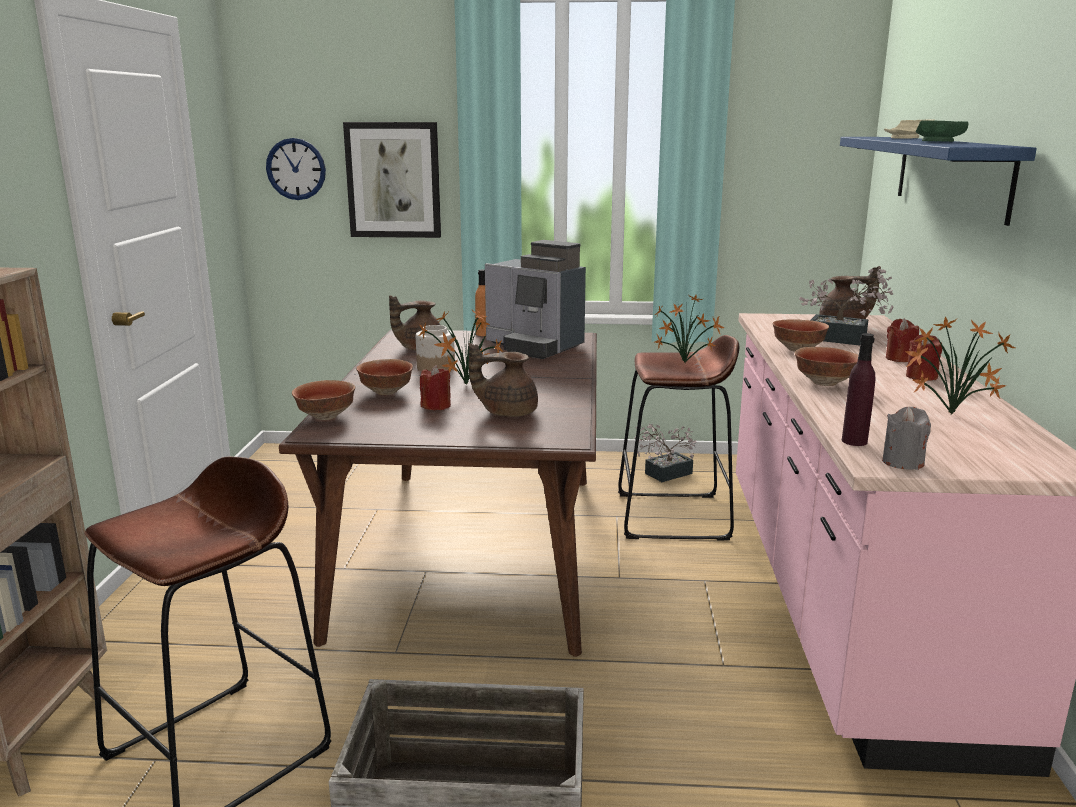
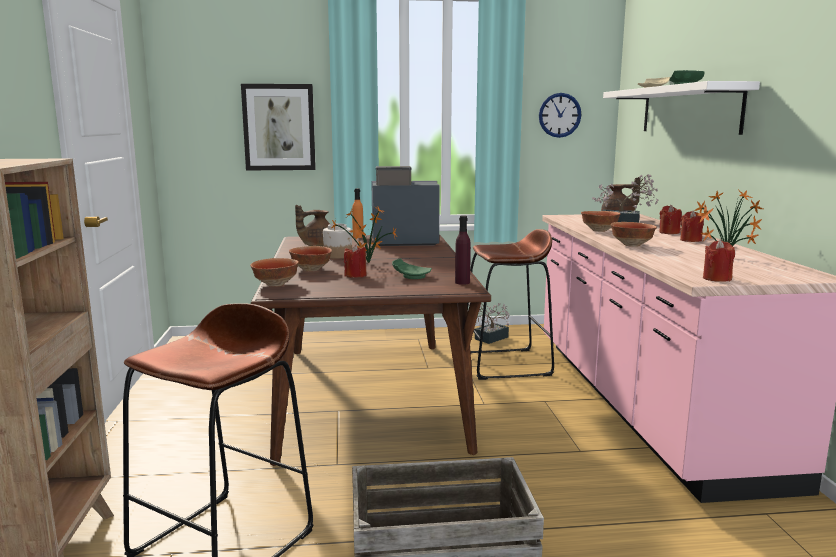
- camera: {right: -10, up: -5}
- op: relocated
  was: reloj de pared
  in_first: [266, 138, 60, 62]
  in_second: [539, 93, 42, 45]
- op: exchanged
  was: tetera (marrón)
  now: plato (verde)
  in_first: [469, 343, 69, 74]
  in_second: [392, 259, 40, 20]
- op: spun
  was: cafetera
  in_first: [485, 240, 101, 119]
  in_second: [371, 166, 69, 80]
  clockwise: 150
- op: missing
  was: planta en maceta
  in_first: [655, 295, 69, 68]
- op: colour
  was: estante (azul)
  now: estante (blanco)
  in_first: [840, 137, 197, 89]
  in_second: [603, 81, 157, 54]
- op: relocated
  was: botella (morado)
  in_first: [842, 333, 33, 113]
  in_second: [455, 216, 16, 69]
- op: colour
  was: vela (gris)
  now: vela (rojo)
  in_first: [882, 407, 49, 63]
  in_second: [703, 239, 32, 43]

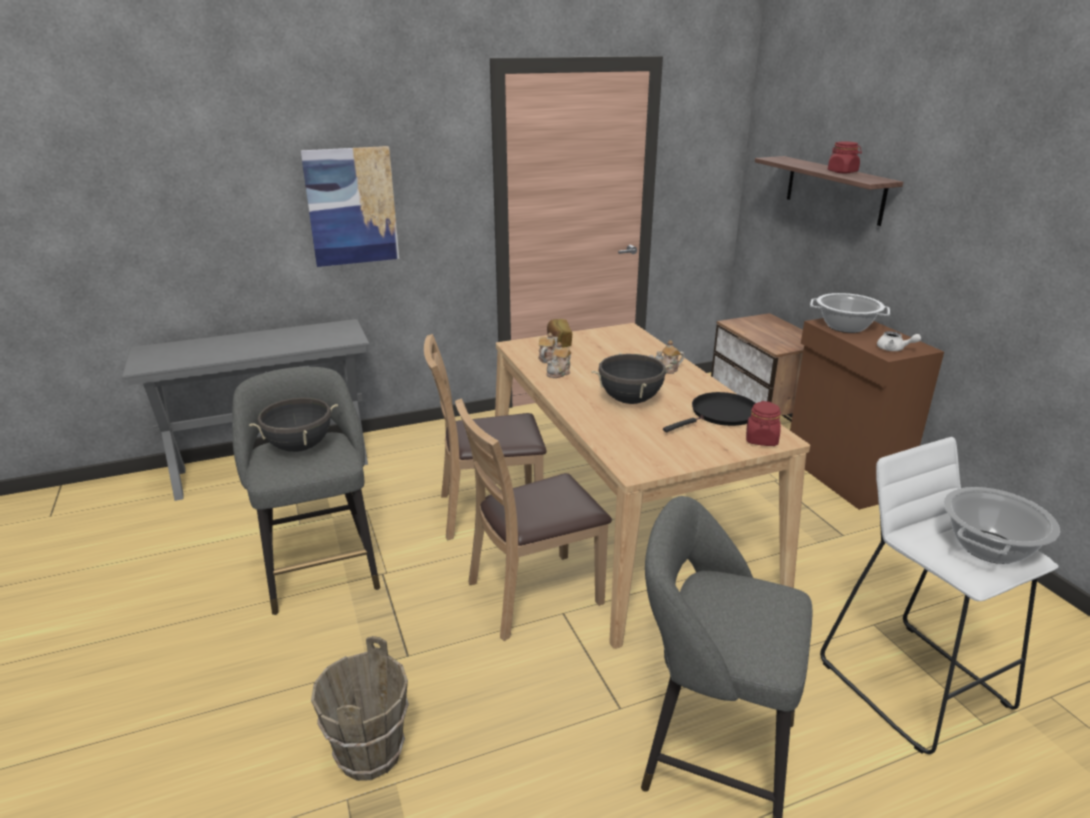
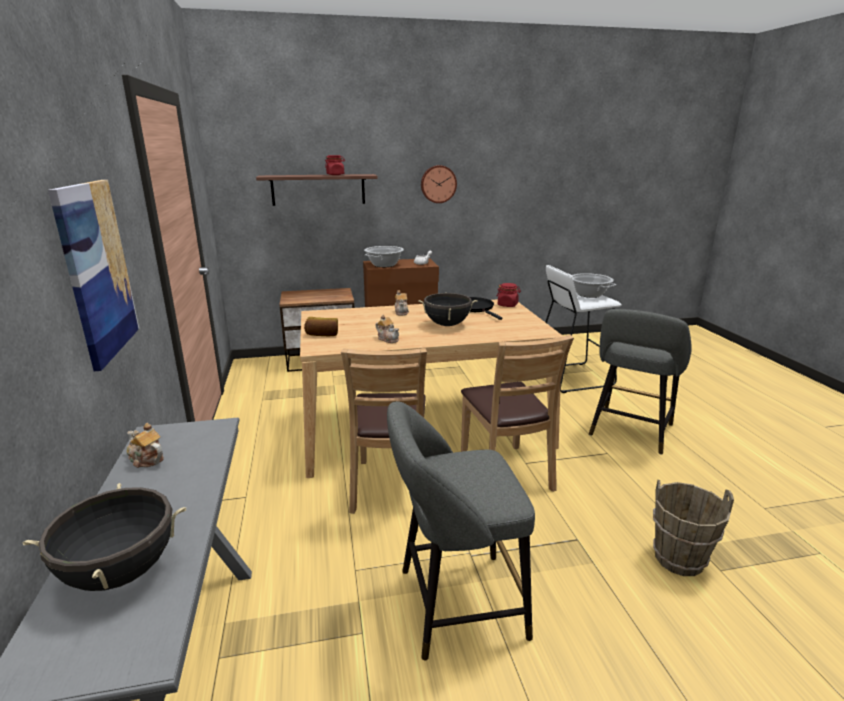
- camera: {right: -80, up: -5}
- op: relocated
  was: olla (negro)
  in_first: [249, 398, 89, 54]
  in_second: [22, 483, 164, 108]
- op: relocated
  was: tetera
  in_first: [538, 333, 20, 30]
  in_second: [127, 423, 37, 45]
- op: appeared
  now: reloj de pared
  in_second: [421, 165, 36, 38]

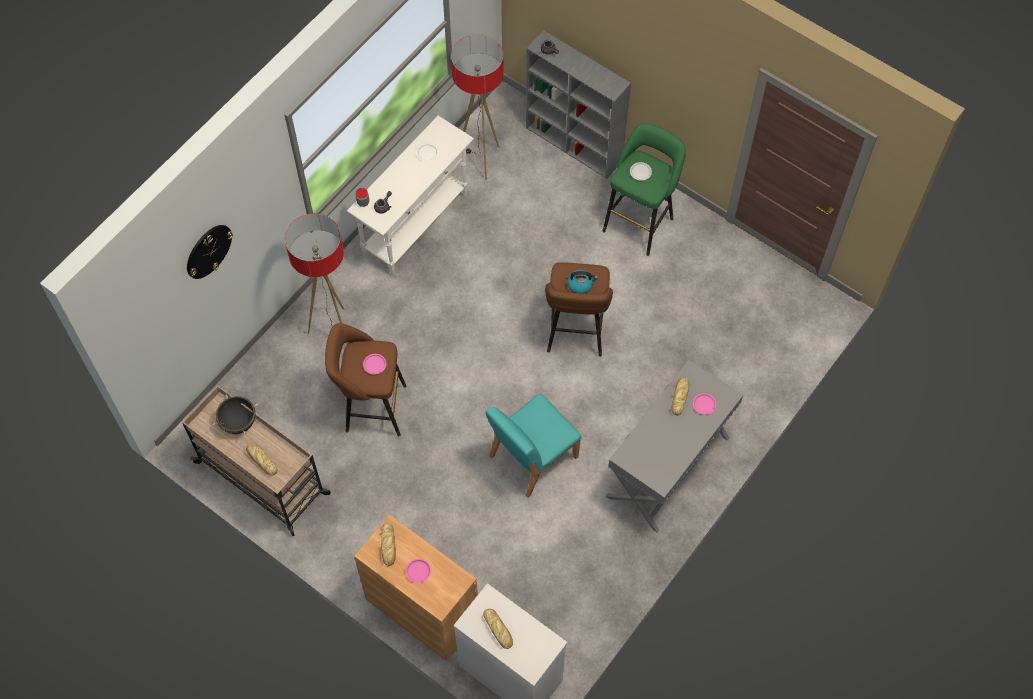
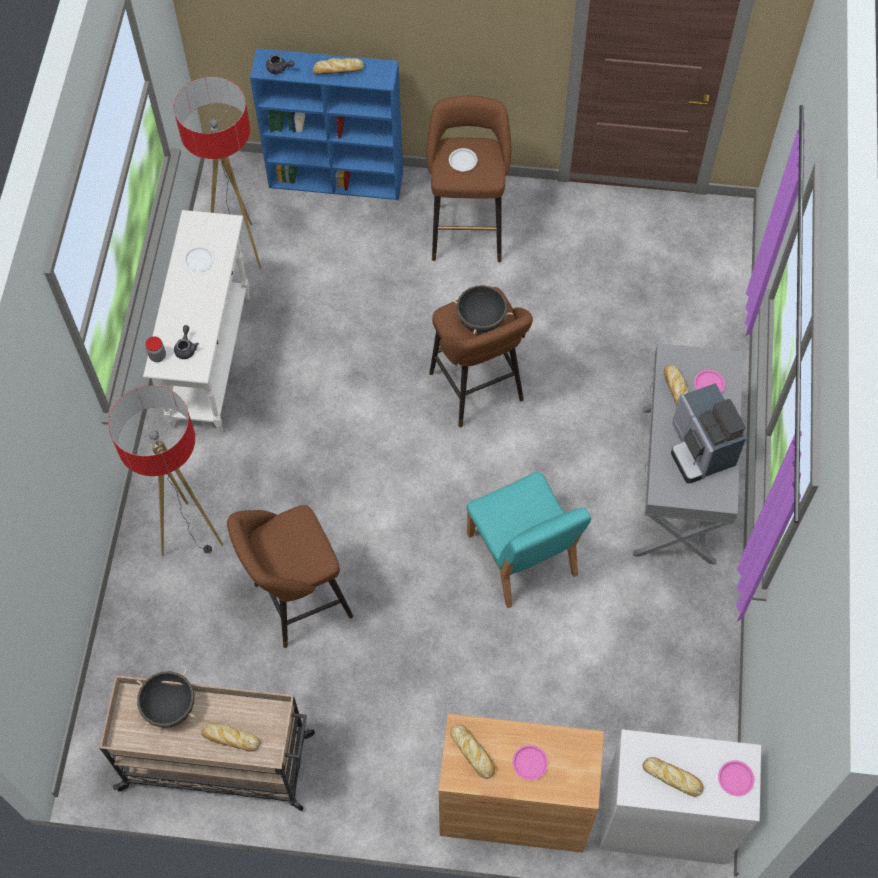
- camera: {right: -30, up: 0}
- op: missing
  was: reloj de pared
  in_first: [187, 225, 46, 54]
- op: relocated
  was: plato (rosa)
  in_first: [363, 354, 23, 20]
  in_second: [718, 760, 36, 36]
- op: spun
  was: silla (turquesa)
  in_first: [486, 394, 95, 104]
  in_second: [466, 472, 125, 136]
  clockwise: -45
- op: colour
  was: estantería (gris)
  now: estantería (azul)
  in_first: [526, 30, 105, 149]
  in_second: [250, 48, 153, 152]
- op: exchanged
  was: hervidor
  now: olla (negro)
  in_first: [567, 269, 31, 25]
  in_second: [451, 281, 62, 53]
- op: colour
  was: taburete (verde)
  now: taburete (marrón)
  in_first: [603, 123, 83, 133]
  in_second: [426, 96, 85, 166]
- op: appeared
  now: pan
  in_second: [313, 58, 51, 17]
- op: appeared
  now: cafetera
  in_second: [671, 383, 75, 100]

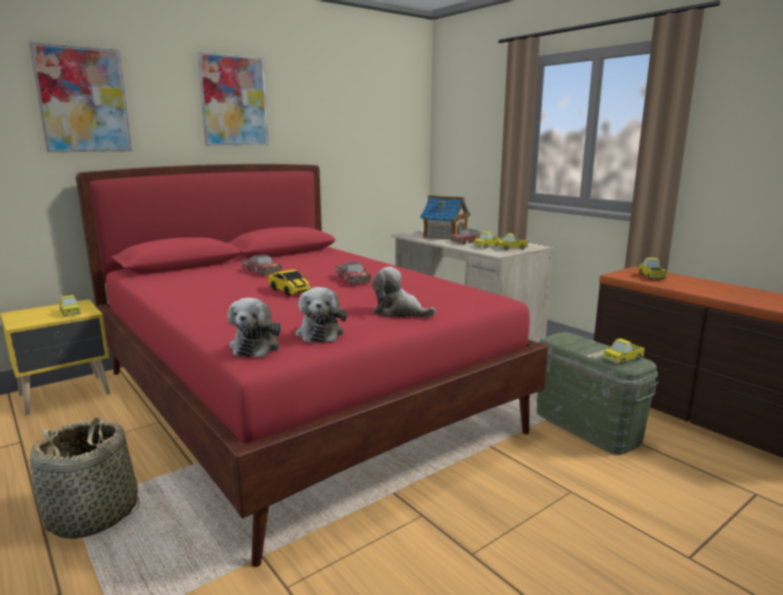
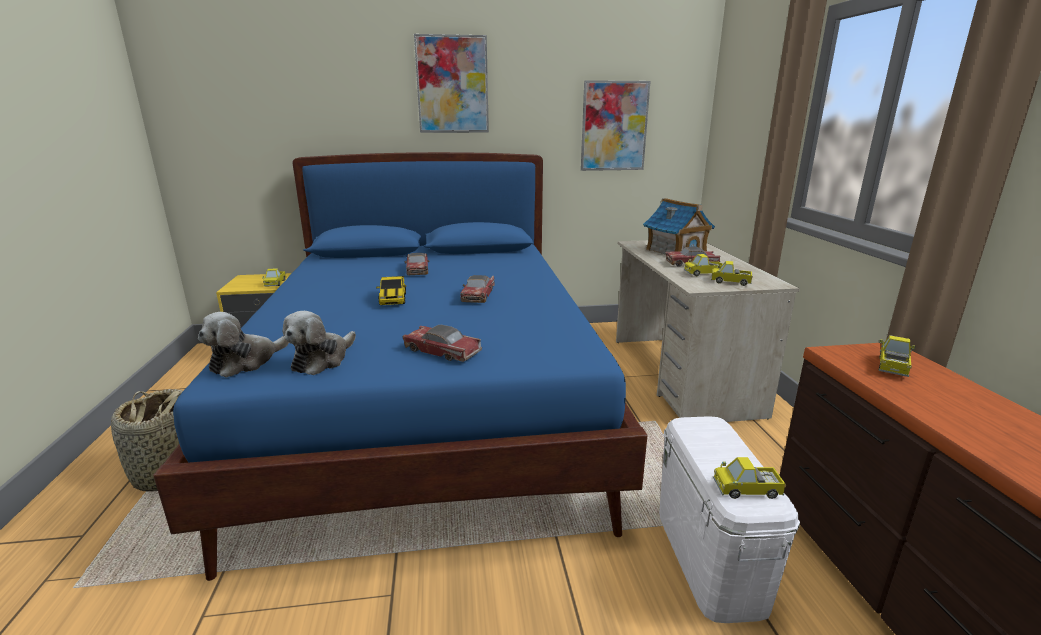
- camera: {right: 30, up: 5}
- op: relocated
  was: cuadro
  in_first: [29, 42, 103, 110]
  in_second: [581, 80, 70, 91]
- op: colour
  was: cama (rojo)
  now: cama (azul)
  in_first: [76, 164, 472, 403]
  in_second: [153, 152, 494, 429]
- op: exchanged
  was: peluche
  now: coche de juguete
  in_first: [372, 267, 64, 51]
  in_second: [402, 325, 80, 37]
- op: colour
  was: caja de almacenaje (verde)
  now: caja de almacenaje (blanco)
  in_first: [537, 332, 121, 123]
  in_second: [659, 416, 141, 207]

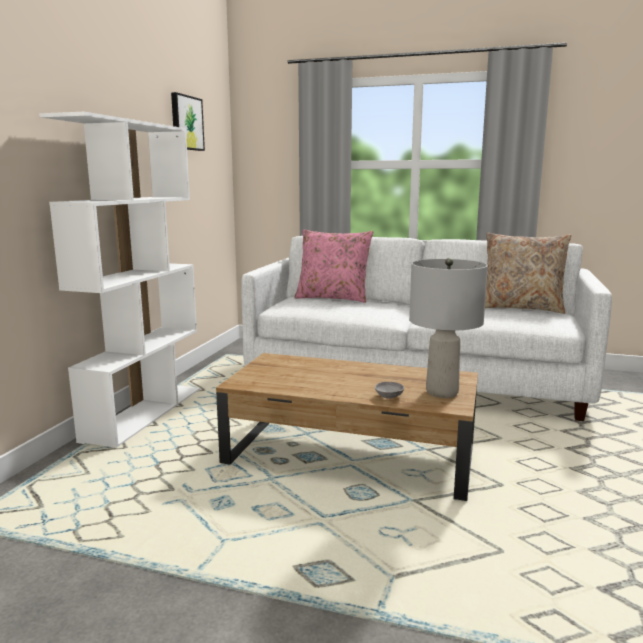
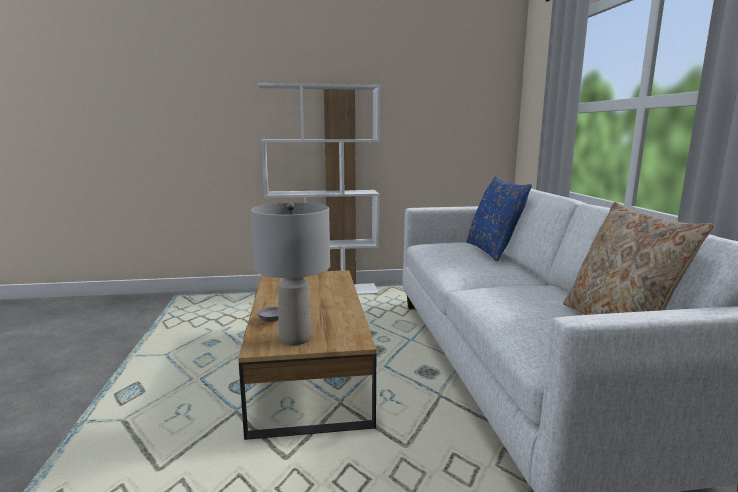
- camera: {right: 65, up: 0}
- op: missing
  was: cuadro
  in_first: [171, 92, 34, 59]
- op: colour
  was: cojín (rosa)
  now: cojín (azul)
  in_first: [294, 229, 79, 74]
  in_second: [466, 176, 66, 86]

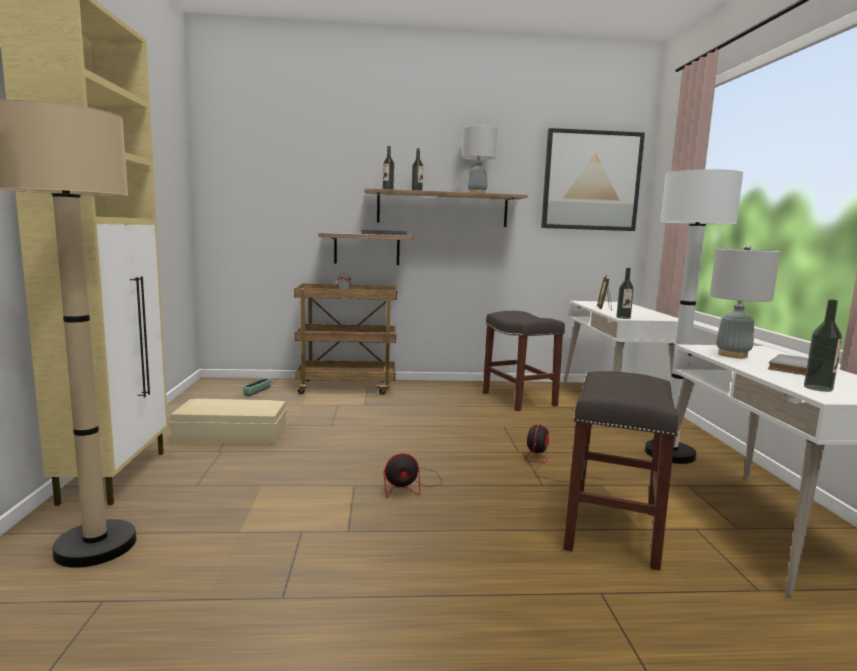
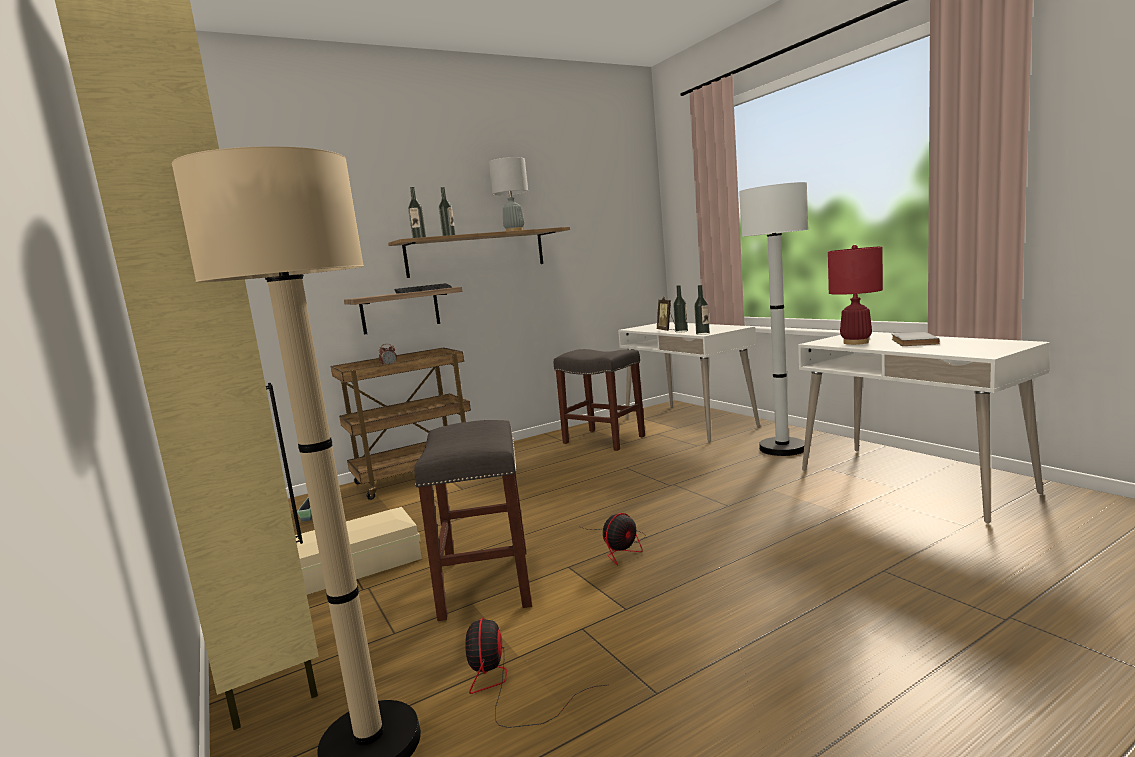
- camera: {right: -25, up: 0}
- op: relocated
  was: ventilador
  in_first: [524, 424, 81, 57]
  in_second: [465, 618, 141, 110]
- op: missing
  was: cuadro
  in_first: [541, 128, 104, 103]
- op: relocated
  was: taburete (gris)
  in_first: [563, 371, 116, 200]
  in_second: [414, 420, 118, 201]
- op: colour
  was: lámpara de mesa (gris)
  now: lámpara de mesa (rojo)
  in_first: [710, 245, 70, 113]
  in_second: [828, 245, 55, 100]
- op: relocated
  was: botella
  in_first: [804, 299, 38, 93]
  in_second: [673, 285, 15, 48]

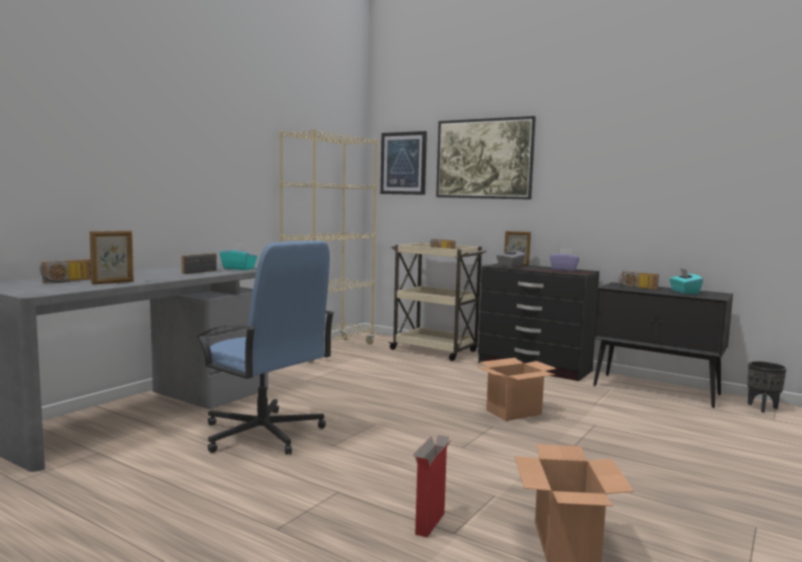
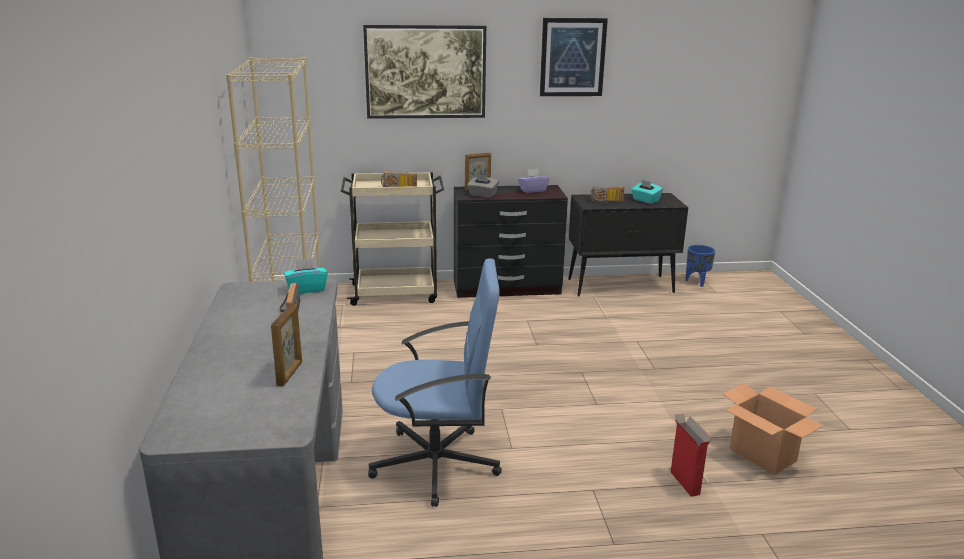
- camera: {right: -40, up: 15}
- op: missing
  was: radio
  in_first: [39, 259, 52, 24]
- op: relocated
  was: cuadro
  in_first: [380, 131, 47, 64]
  in_second: [540, 18, 68, 78]
- op: missing
  was: caja de cartón
  in_first: [477, 358, 79, 63]
- op: colour
  was: maceta (negro)
  now: maceta (azul)
  in_first: [747, 361, 40, 52]
  in_second: [685, 245, 30, 42]

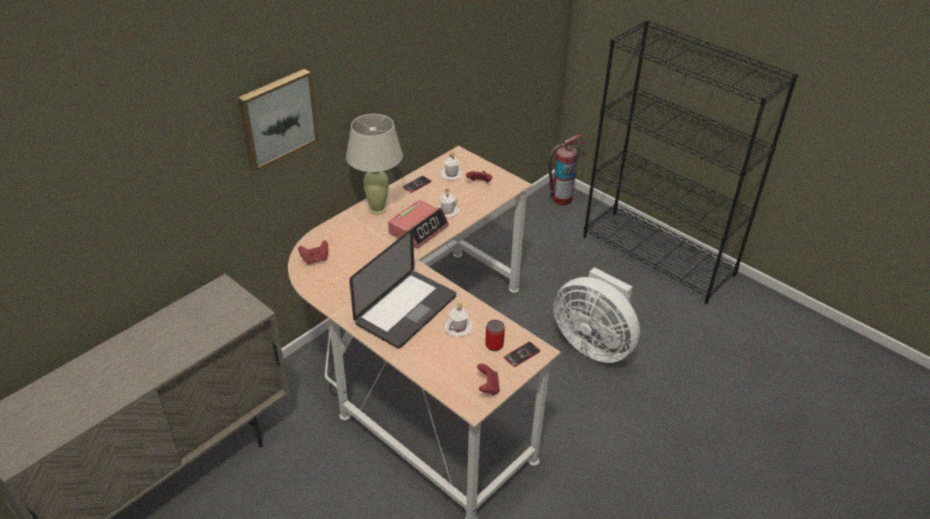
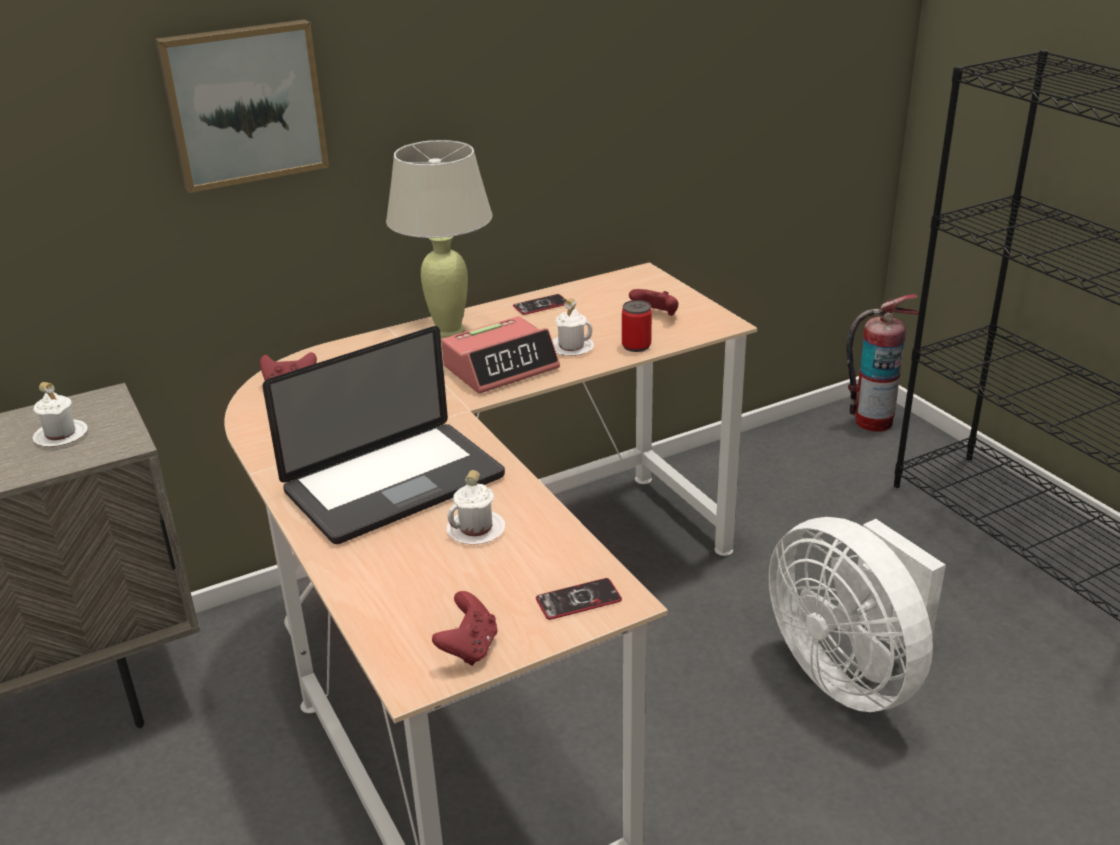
- camera: {right: 20, up: -10}
- op: relocated
  was: taza grande (blanco)
  in_first: [441, 153, 22, 27]
  in_second: [32, 382, 56, 65]
- op: relocated
  was: lata
  in_first: [485, 320, 20, 31]
  in_second: [622, 300, 30, 52]

